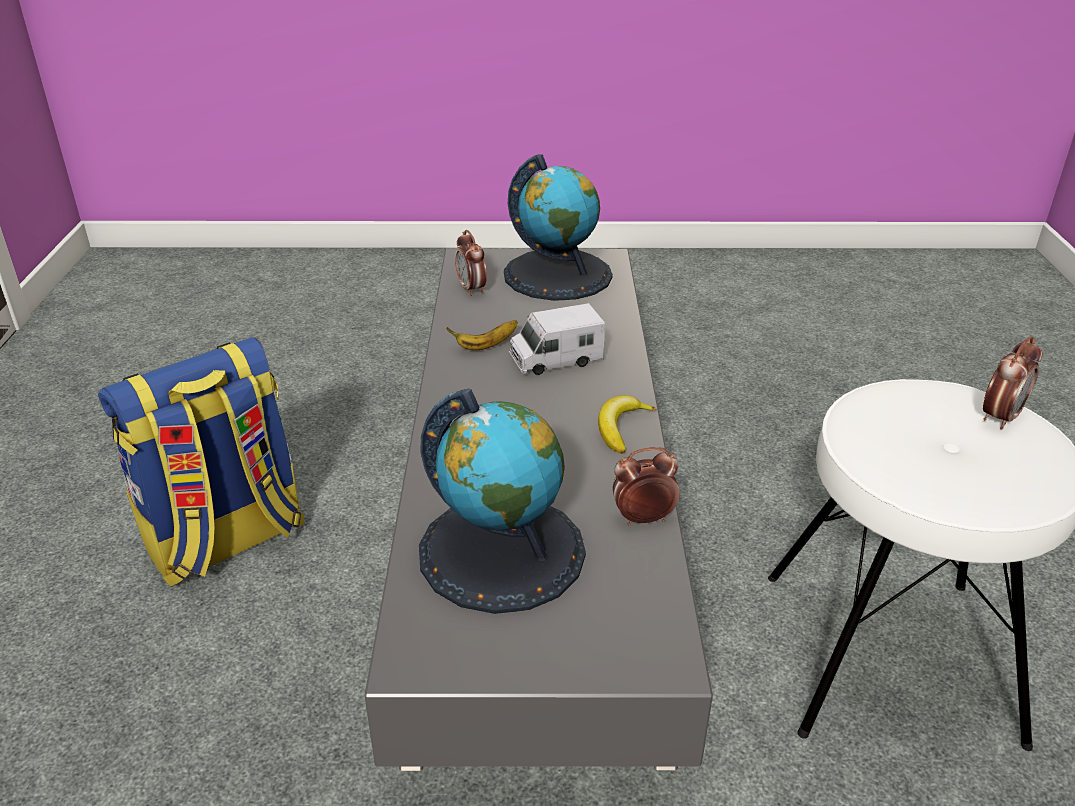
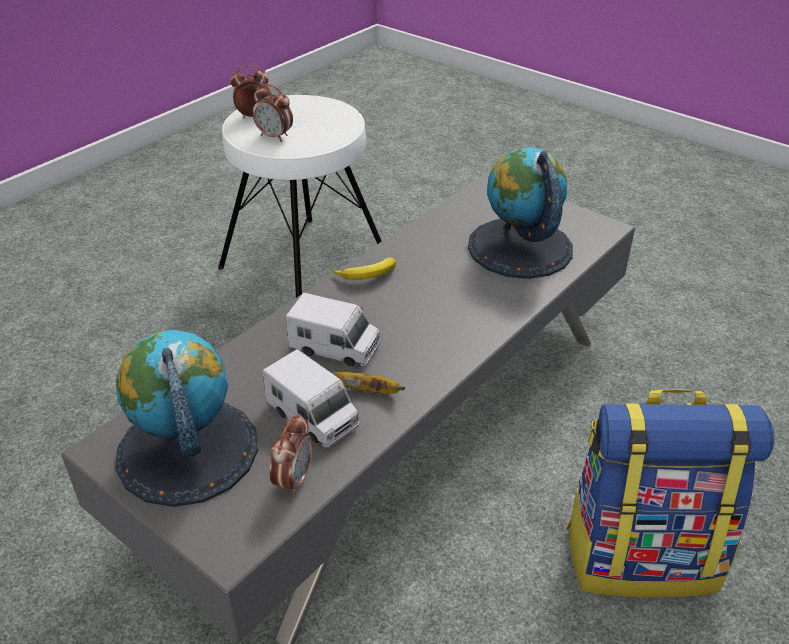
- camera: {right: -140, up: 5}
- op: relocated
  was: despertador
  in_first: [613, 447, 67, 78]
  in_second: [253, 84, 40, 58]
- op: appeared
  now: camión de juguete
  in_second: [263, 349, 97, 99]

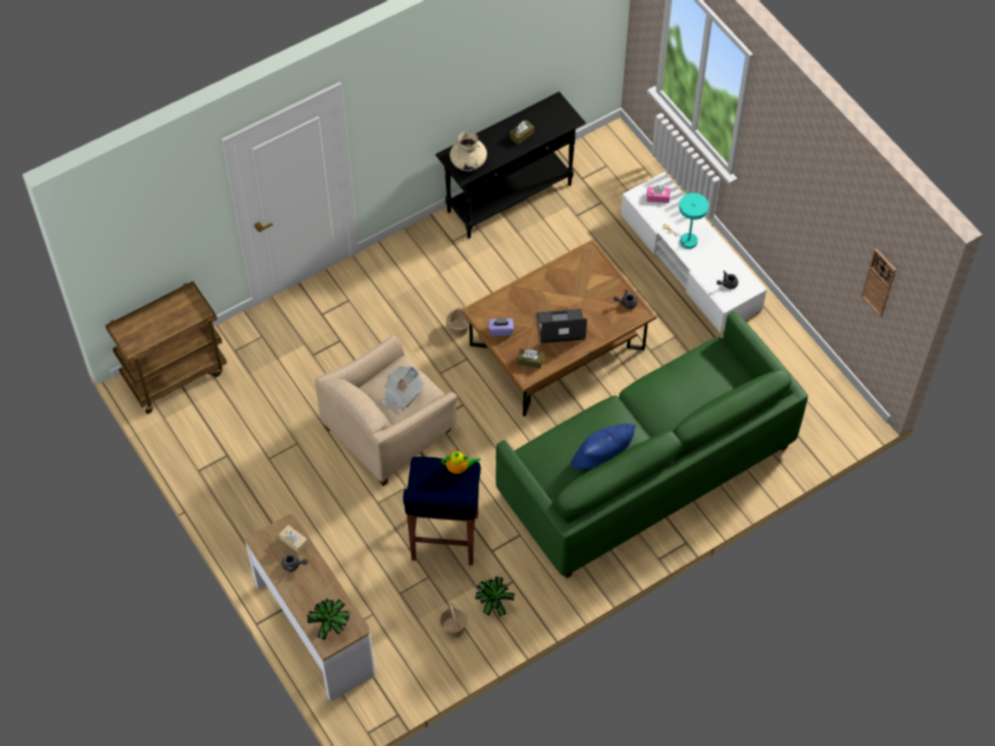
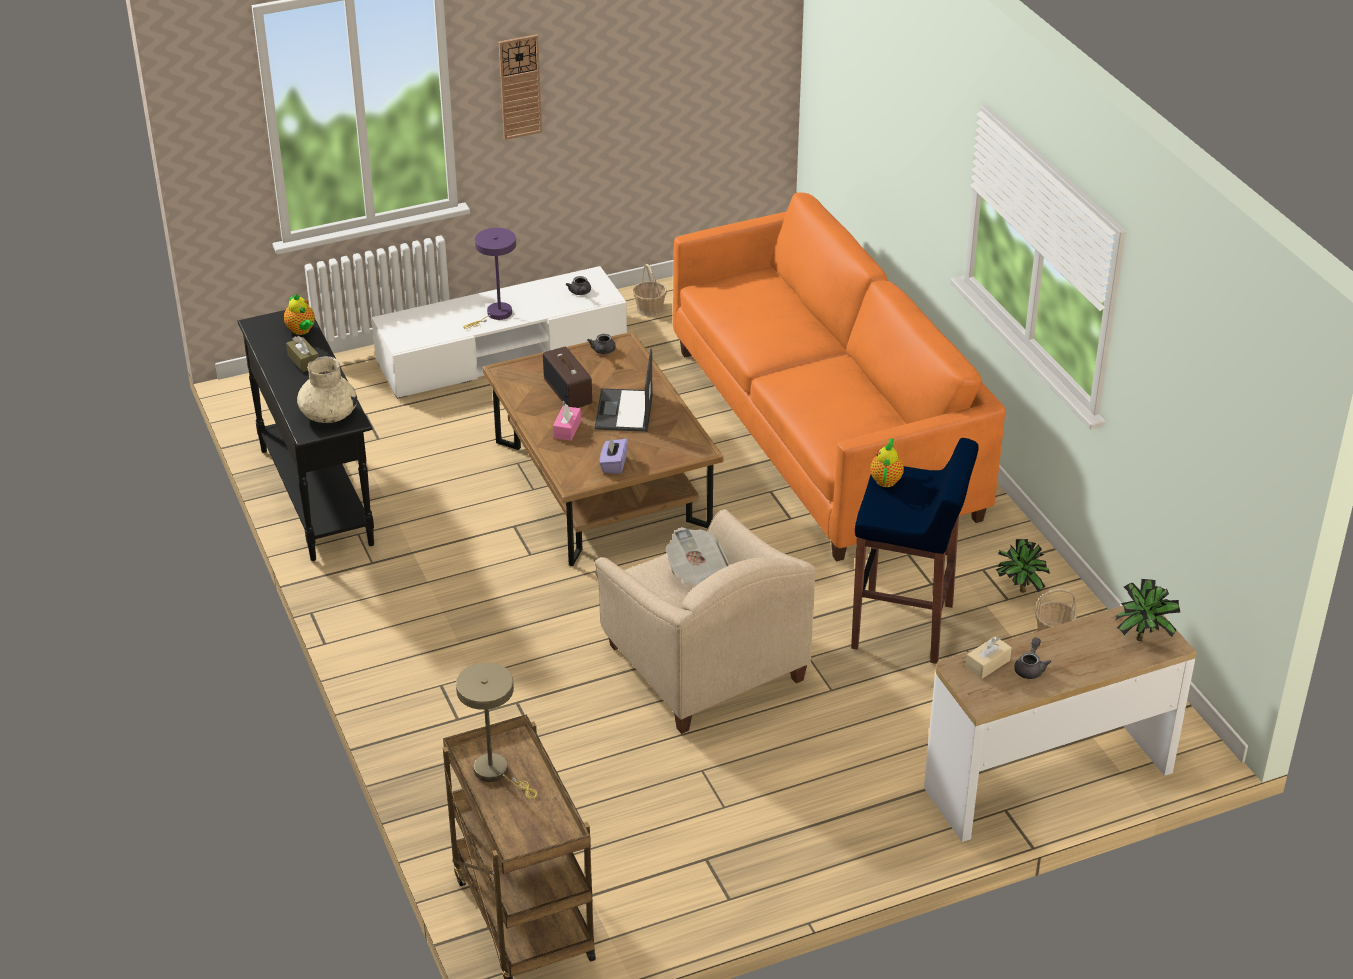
- camera: {right: -80, up: -20}
- op: relocated
  was: cesta
  in_first: [446, 306, 23, 31]
  in_second: [633, 264, 34, 53]
- op: colour
  was: sofá (verde)
  now: sofá (naranja)
  in_first: [496, 312, 312, 266]
  in_second: [673, 193, 332, 369]
- op: missing
  was: caja de pañuelos (marrón)
  in_first: [517, 349, 26, 20]
- op: missing
  was: cojín (azul)
  in_first: [571, 423, 65, 46]
- op: relocated
  was: caja de pañuelos (rosa)
  in_first: [647, 185, 23, 18]
  in_second: [553, 404, 28, 37]
- op: colour
  was: lámpara de mesa (turquesa)
  now: lámpara de mesa (morado)
  in_first: [663, 193, 46, 56]
  in_second: [463, 228, 53, 101]
- op: relocated
  was: reloj de pared
  in_first: [862, 248, 34, 69]
  in_second: [499, 34, 43, 106]
- op: appeared
  now: tetera
  in_second: [284, 294, 31, 41]
- op: appeared
  now: lámpara de mesa (beis)
  in_second: [456, 662, 81, 137]
- op: appeared
  now: radio
  in_second: [543, 347, 49, 61]

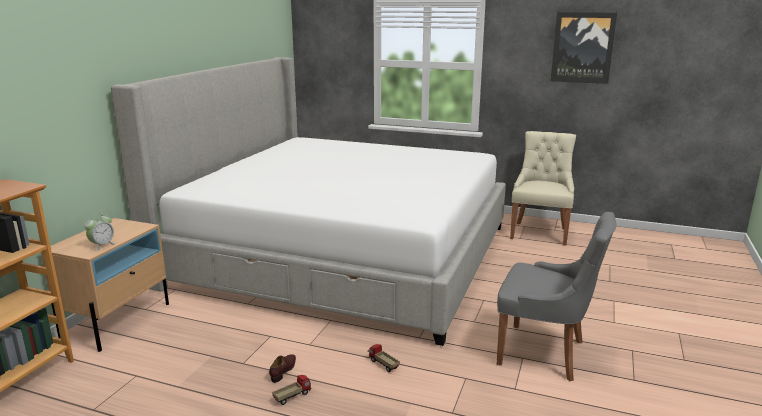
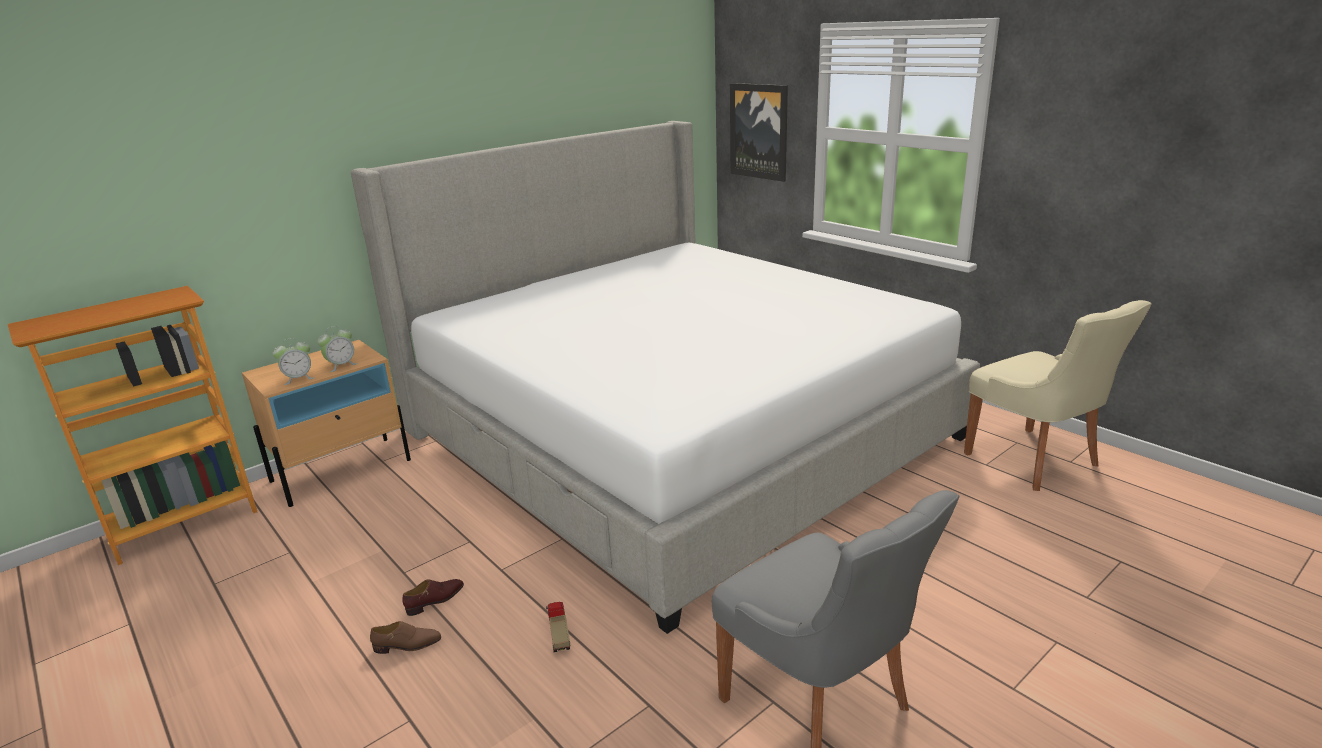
- camera: {right: 30, up: 5}
- op: exchanged
  was: camión de juguete
  now: zapato (marrón)
  in_first: [272, 375, 39, 30]
  in_second: [370, 621, 71, 33]
- op: spun
  was: silla (beis)
  in_first: [510, 131, 66, 114]
  in_second: [964, 300, 187, 191]
  clockwise: 105
- op: relocated
  was: cuadro
  in_first: [551, 12, 66, 72]
  in_second: [730, 83, 58, 99]
- op: appeared
  now: despertador
  in_second: [317, 326, 41, 46]

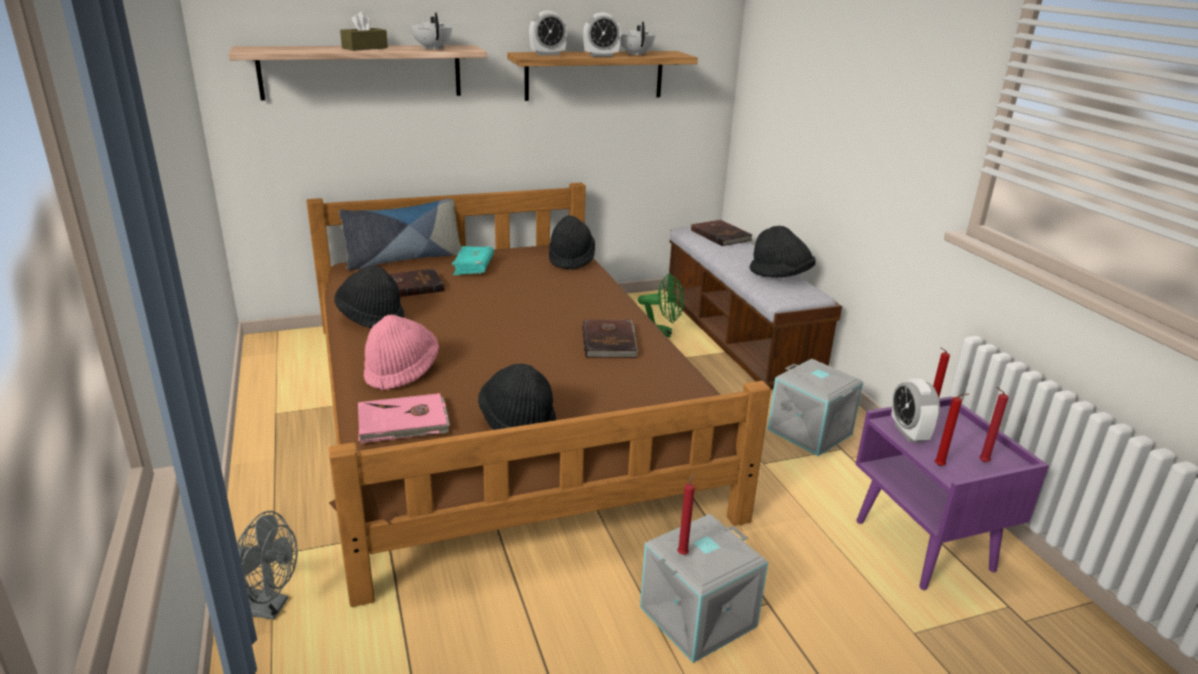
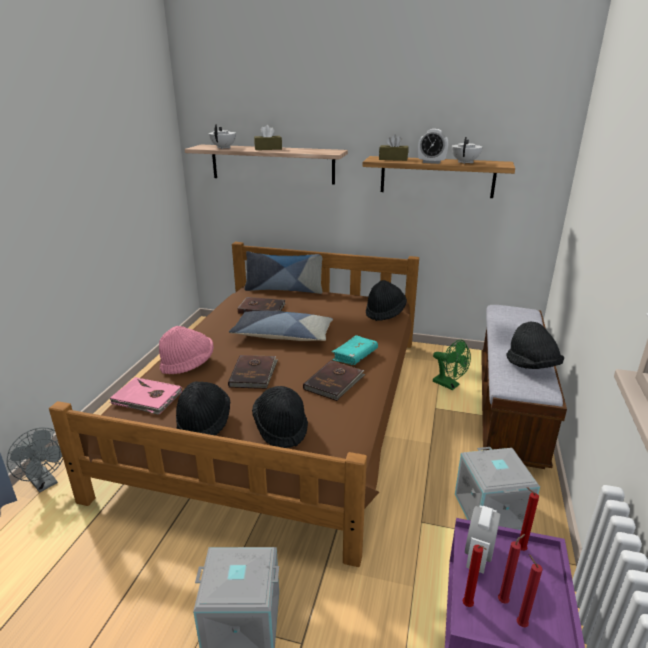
- camera: {right: 35, up: 0}
- op: relocated
  was: sombrero (negro)
  in_first: [334, 266, 70, 62]
  in_second: [252, 386, 56, 62]
- op: relocated
  was: tetera (blanco)
  in_first: [411, 13, 41, 37]
  in_second: [209, 124, 27, 25]
- op: relocated
  was: libro (turquesa)
  in_first: [452, 246, 42, 30]
  in_second: [332, 335, 46, 30]
- op: exchanged
  was: despertador
  now: caja de pañuelos (marrón)
  in_first: [529, 11, 38, 44]
  in_second: [379, 134, 29, 27]
- op: relocated
  was: vela (rojo)
  in_first: [677, 473, 18, 82]
  in_second: [498, 534, 27, 70]
- op: relocated
  was: libro (marrón)
  in_first: [691, 220, 62, 26]
  in_second: [228, 355, 50, 34]
- op: appeared
  now: cojín
  in_second: [229, 311, 104, 30]

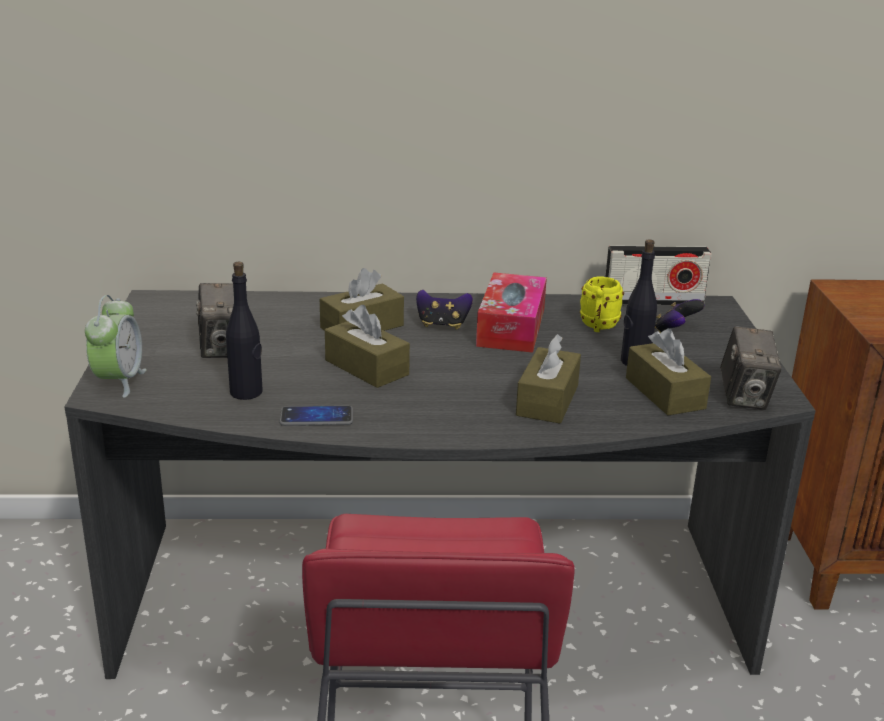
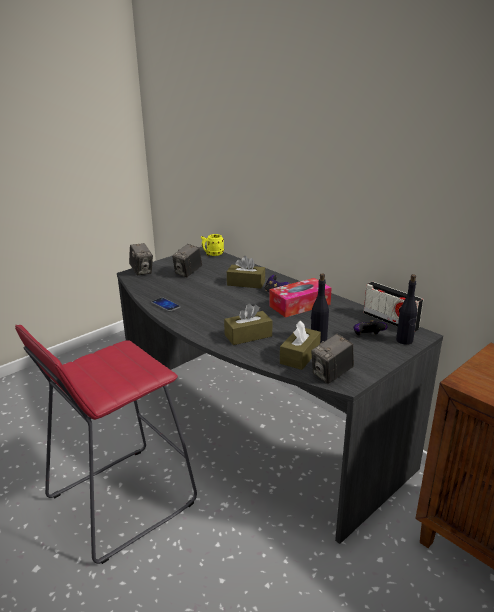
- camera: {right: 50, up: 0}
- op: exchanged
  was: despertador
  now: cámara
  in_first: [85, 295, 62, 103]
  in_second: [129, 243, 24, 32]
- op: relocated
  was: botella (negro)
  in_first: [226, 262, 37, 138]
  in_second: [396, 274, 21, 71]
- op: missing
  was: caja de pañuelos (marrón)
  in_first: [325, 305, 85, 83]
- op: relocated
  was: taza grande (amarillo)
  in_first: [580, 276, 44, 56]
  in_second: [201, 234, 23, 22]

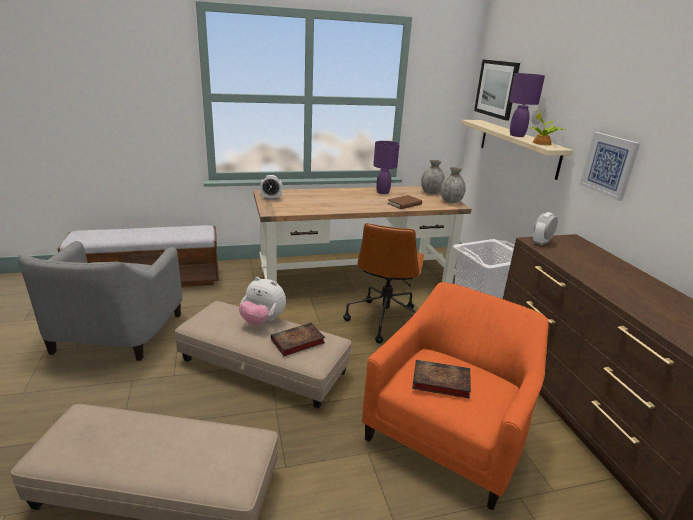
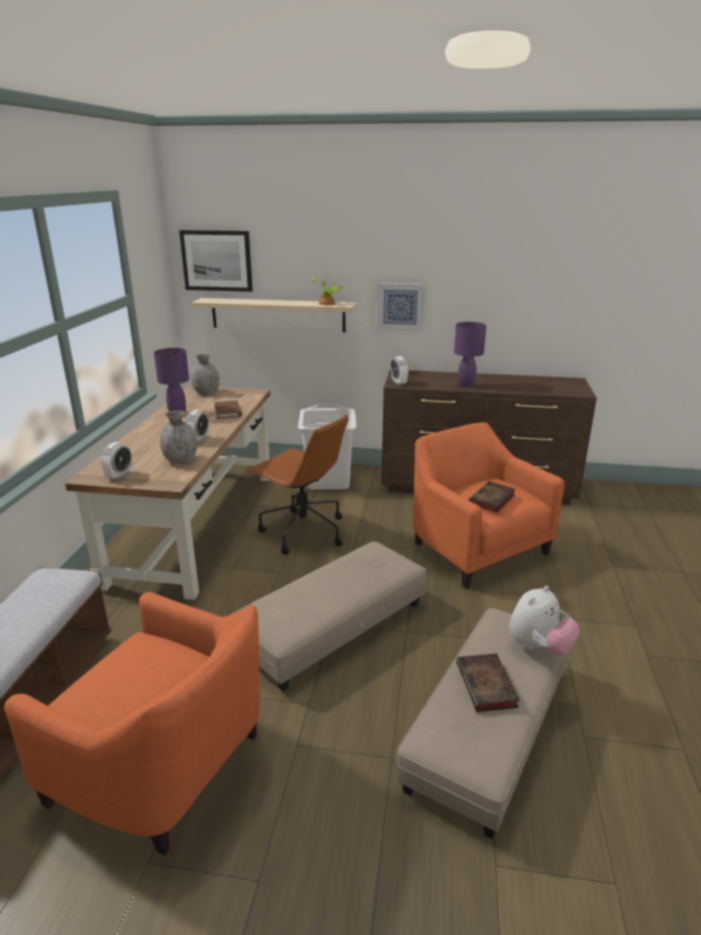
- camera: {right: -65, up: 0}
- op: colour
  was: sillón (gris)
  now: sillón (naranja)
  in_first: [18, 241, 164, 120]
  in_second: [4, 592, 256, 263]
- op: relocated
  was: peluche
  in_first: [239, 277, 47, 49]
  in_second: [509, 586, 71, 69]
- op: relocated
  was: libro
  in_first: [271, 323, 54, 33]
  in_second: [456, 653, 64, 59]
- op: relocated
  was: florero (gris)
  in_first: [440, 167, 26, 36]
  in_second: [160, 410, 37, 54]
- op: relocated
  was: lámpara de mesa (morado)
  in_first: [509, 73, 36, 64]
  in_second: [454, 322, 32, 65]
- op: appeared
  now: despertador
  in_second: [185, 410, 24, 34]

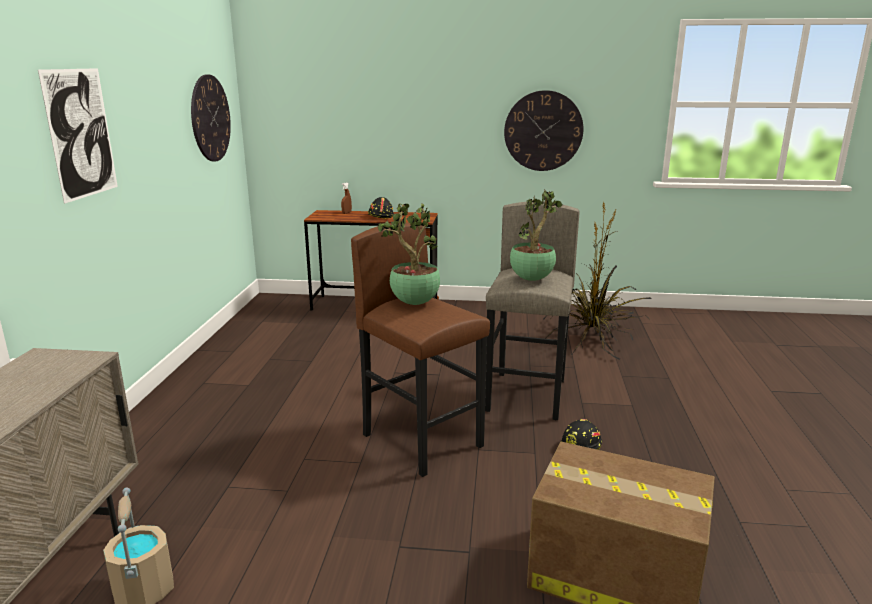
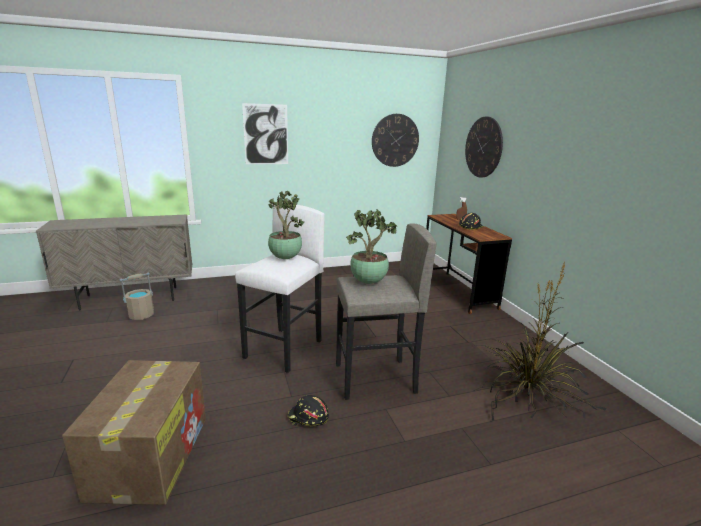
- camera: {right: 65, up: 0}
- op: colour
  was: taburete (marrón)
  now: taburete (blanco)
  in_first: [351, 222, 139, 255]
  in_second: [235, 205, 90, 168]
- op: relocated
  was: reloj de pared
  in_first: [504, 90, 79, 81]
  in_second: [465, 117, 38, 61]

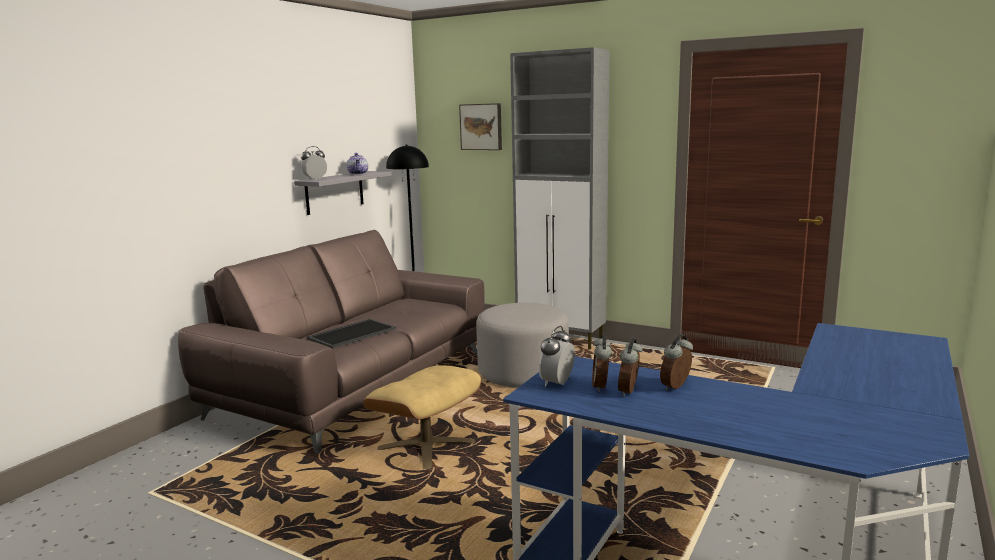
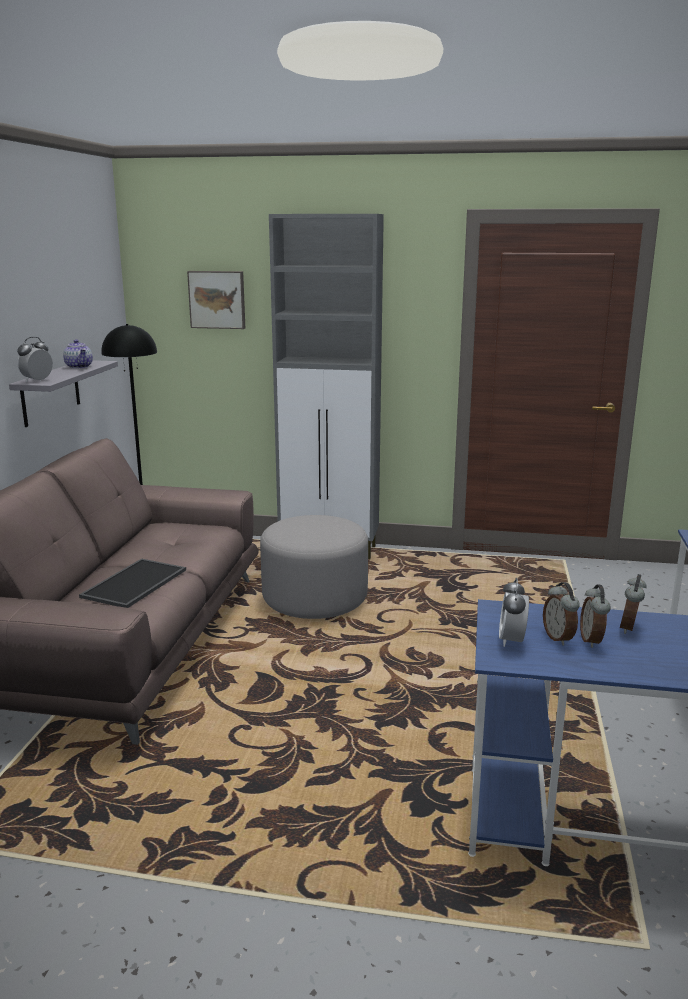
- camera: {right: -20, up: 5}
- op: missing
  was: puf (beis)
  in_first: [363, 365, 118, 104]

